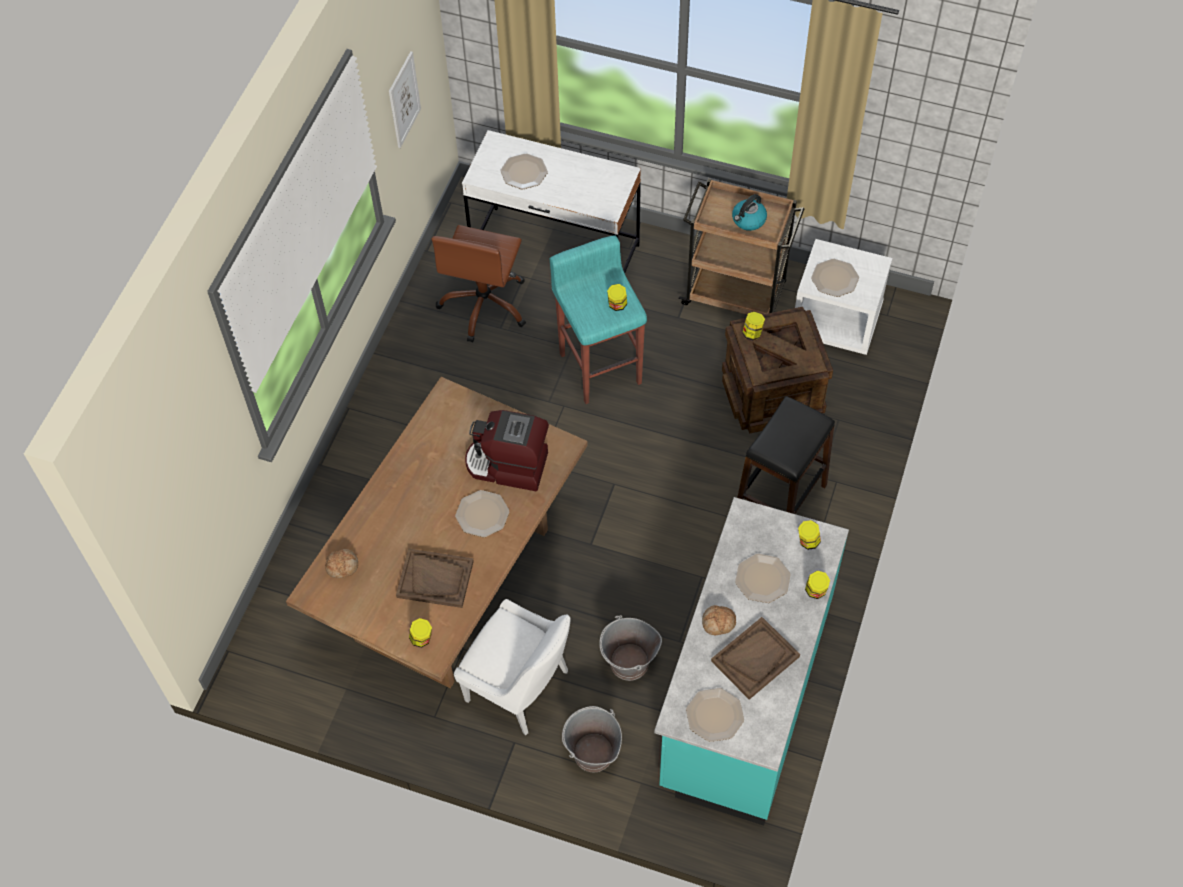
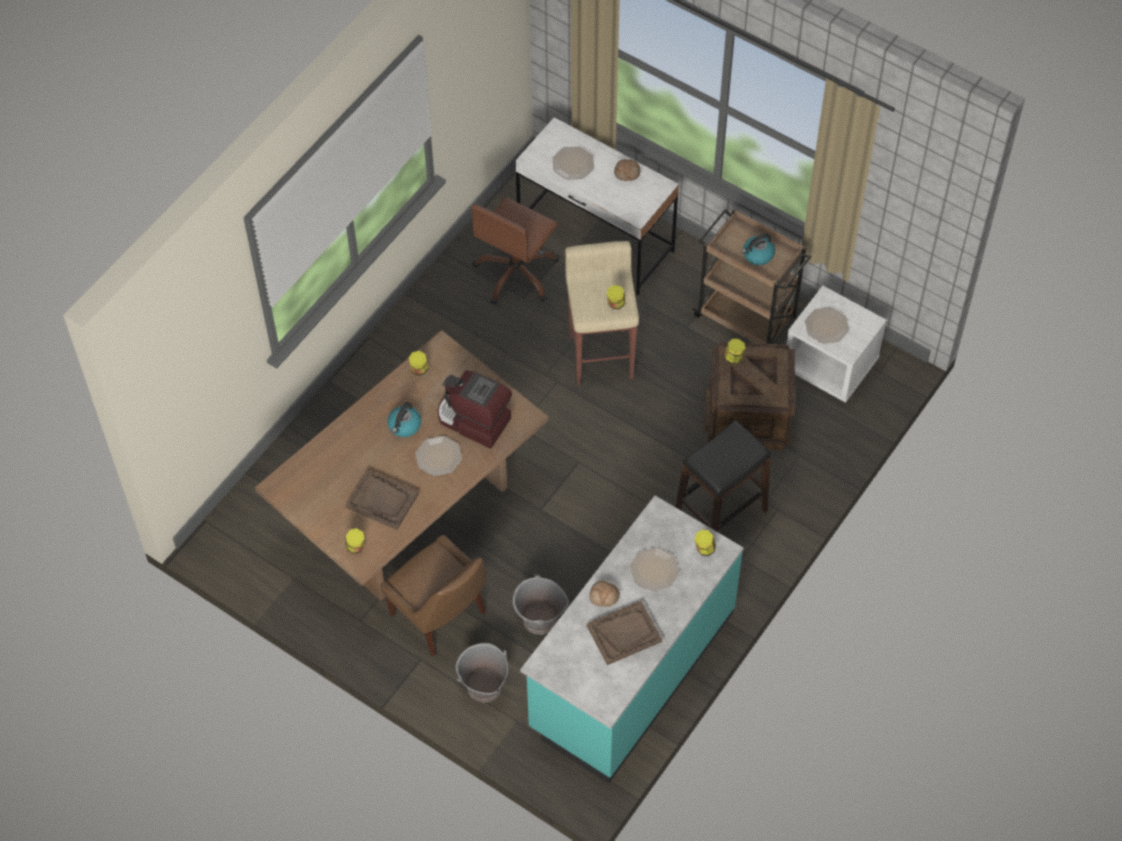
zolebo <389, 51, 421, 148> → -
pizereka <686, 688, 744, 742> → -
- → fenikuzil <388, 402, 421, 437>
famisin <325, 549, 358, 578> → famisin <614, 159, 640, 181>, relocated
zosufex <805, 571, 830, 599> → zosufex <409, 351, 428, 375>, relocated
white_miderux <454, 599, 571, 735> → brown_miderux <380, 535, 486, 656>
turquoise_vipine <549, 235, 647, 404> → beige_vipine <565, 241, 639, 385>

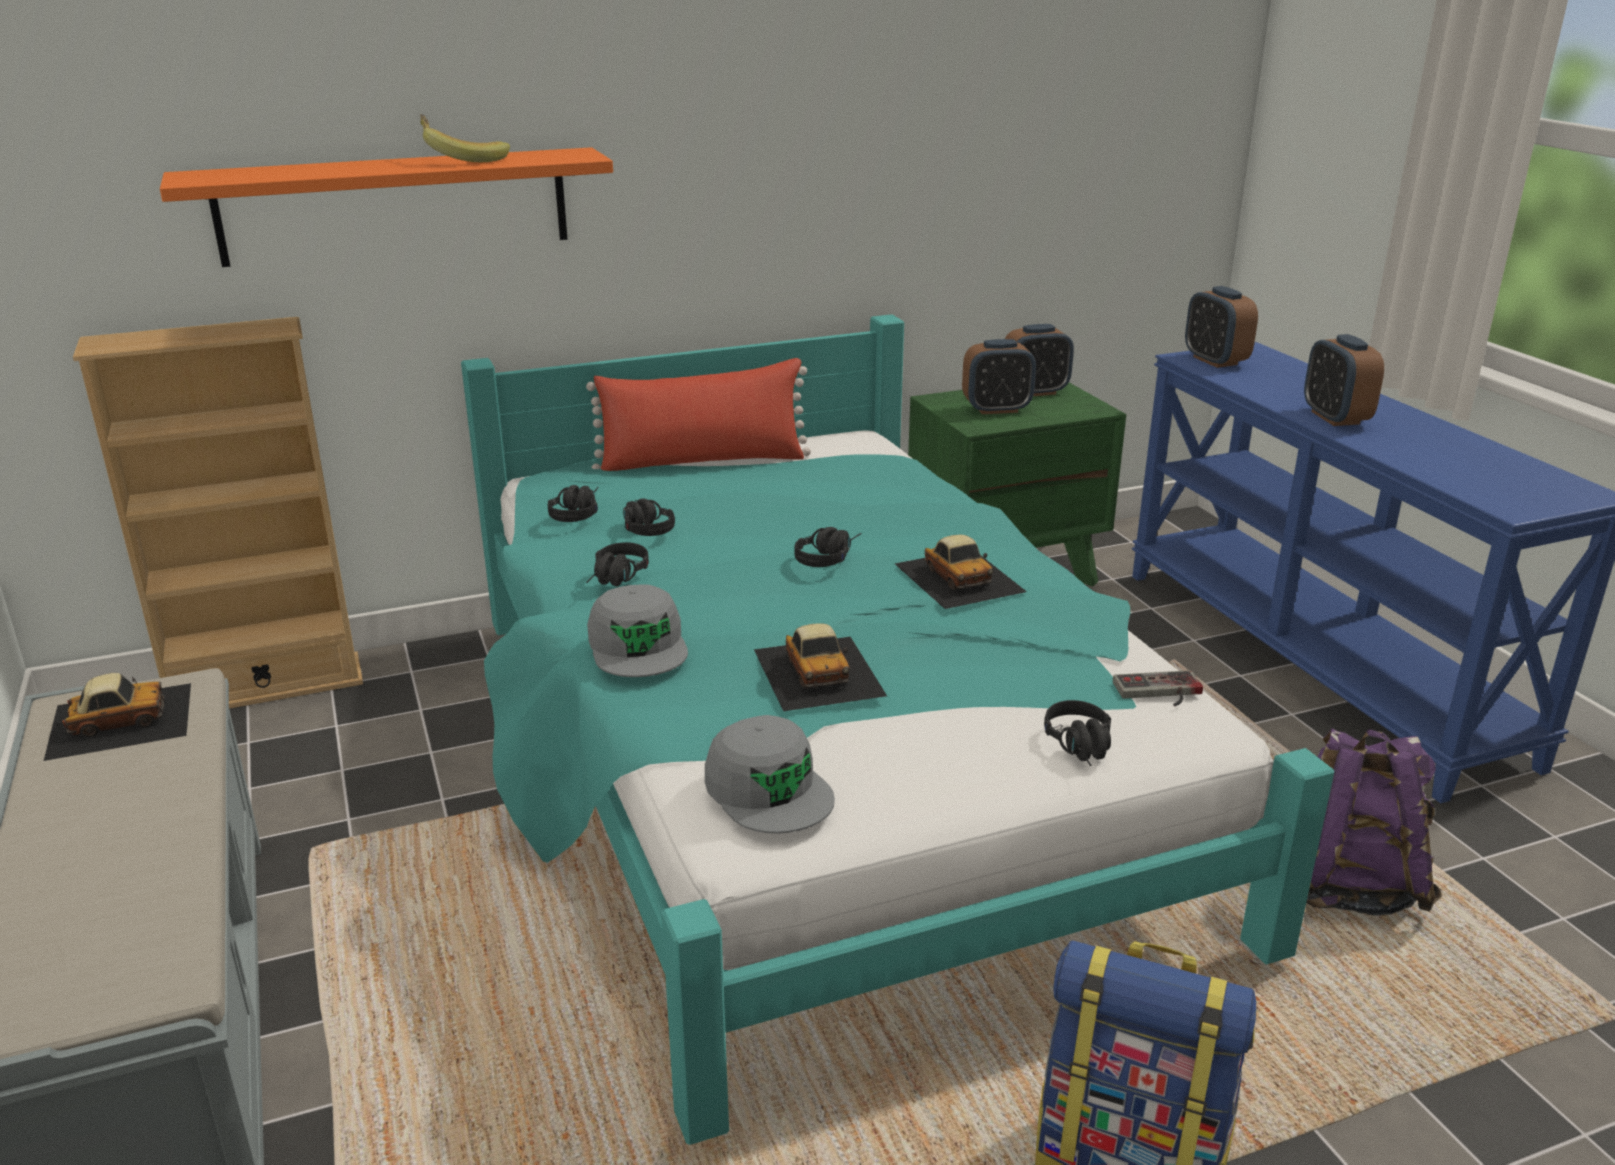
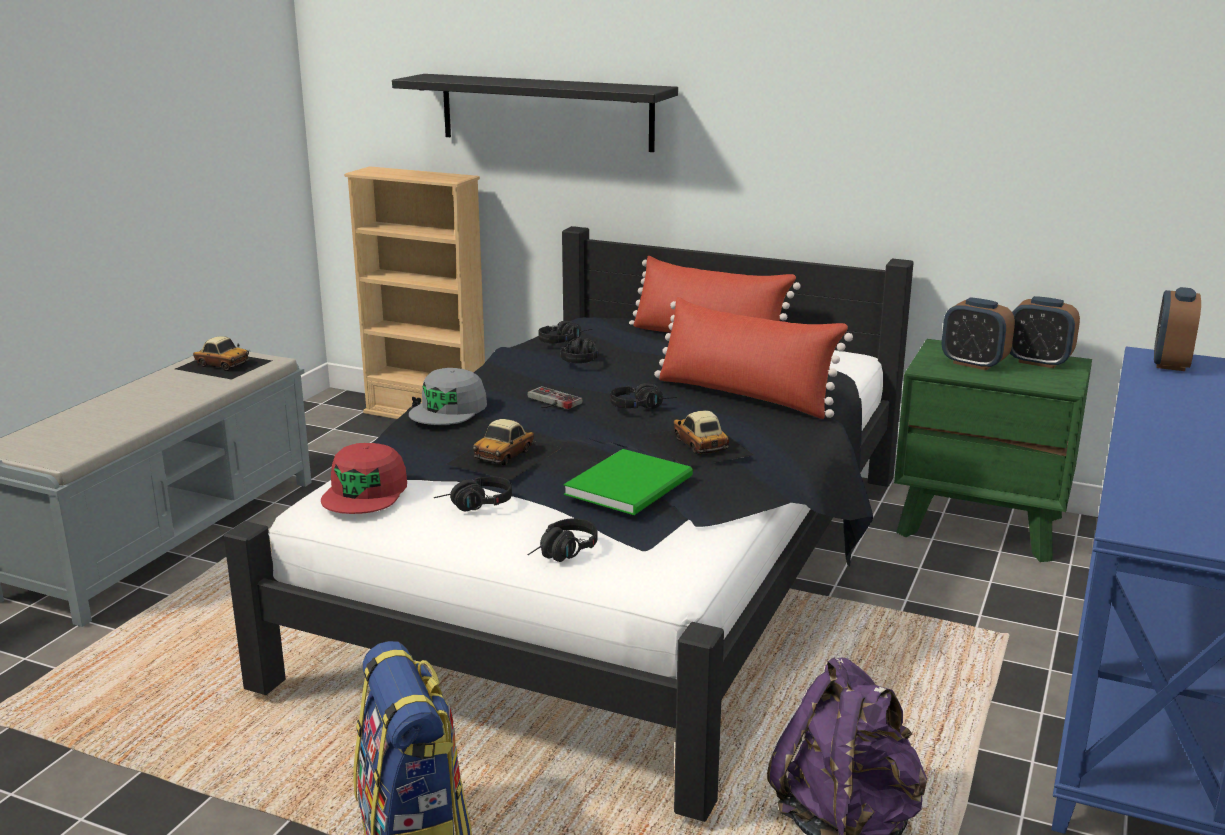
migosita <420, 114, 510, 162> → -
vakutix <1304, 334, 1384, 426> → -
- → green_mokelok <564, 449, 693, 515>
- → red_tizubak <654, 297, 853, 419>
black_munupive <586, 542, 649, 586> → black_munupive <434, 476, 512, 511>, relocated
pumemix <1113, 670, 1203, 706> → pumemix <527, 386, 582, 409>, relocated
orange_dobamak <160, 147, 613, 267> → black_dobamak <392, 74, 678, 152>
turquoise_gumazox <461, 314, 1334, 1145> → black_gumazox <224, 226, 914, 822>
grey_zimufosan <705, 715, 835, 834> → red_zimufosan <321, 443, 407, 514>
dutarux <895, 535, 1027, 609> → dutarux <646, 410, 753, 466>, 135 degrees clockwise

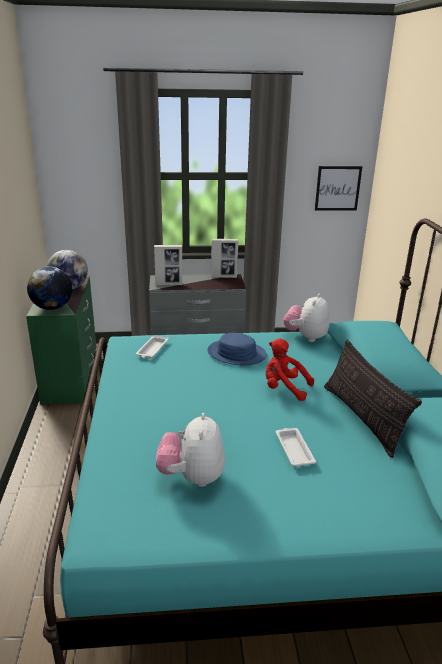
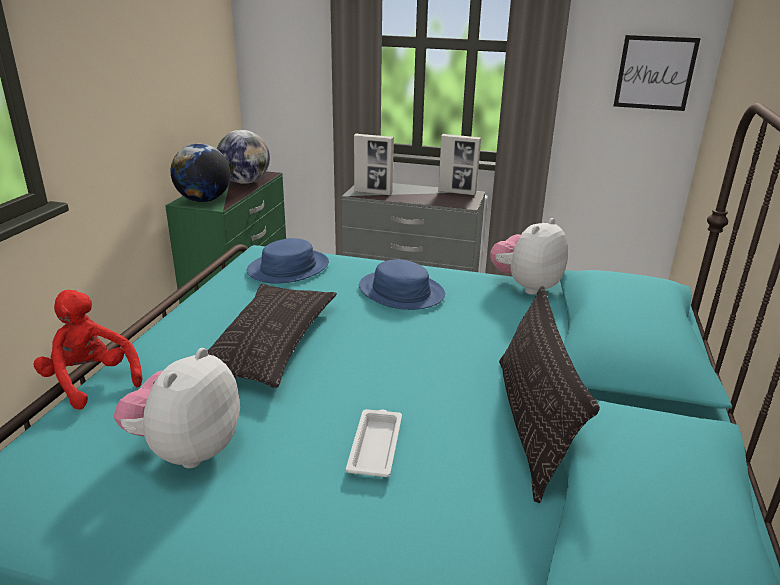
- → tizubak <208, 284, 337, 388>
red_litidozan <266, 339, 314, 401> → red_litidozan <34, 290, 142, 410>, relocated
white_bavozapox <136, 335, 169, 358> → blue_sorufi <247, 238, 329, 284>

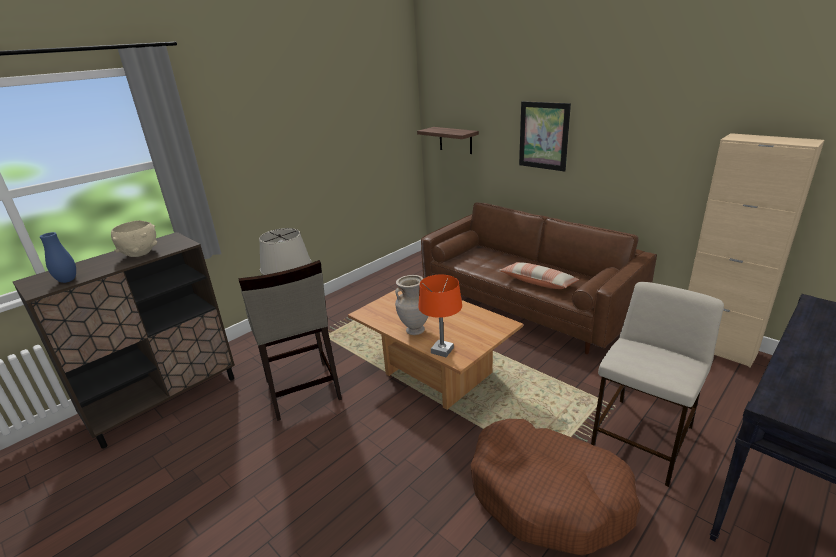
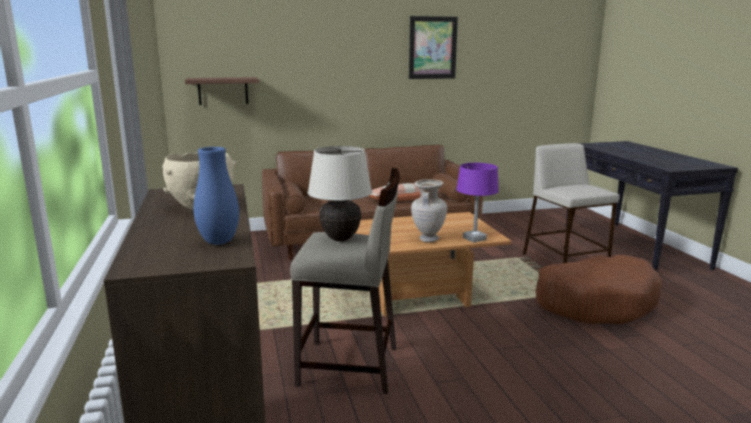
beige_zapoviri <688, 133, 824, 368> → -
zolebo <519, 101, 571, 172> → zolebo <409, 16, 458, 79>, relocated
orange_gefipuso <418, 274, 462, 357> → purple_gefipuso <456, 163, 499, 243>

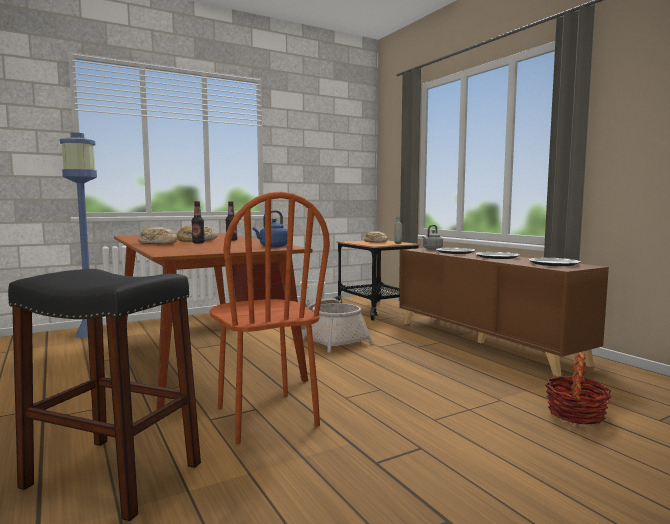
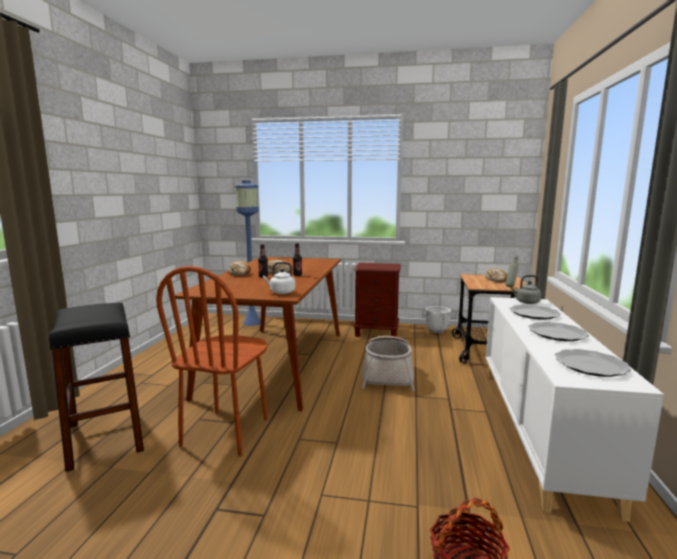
blue_fenikuzil <252, 210, 288, 248> → white_fenikuzil <263, 262, 295, 294>
brown_zapoviri <399, 248, 609, 377> → white_zapoviri <486, 297, 664, 522>

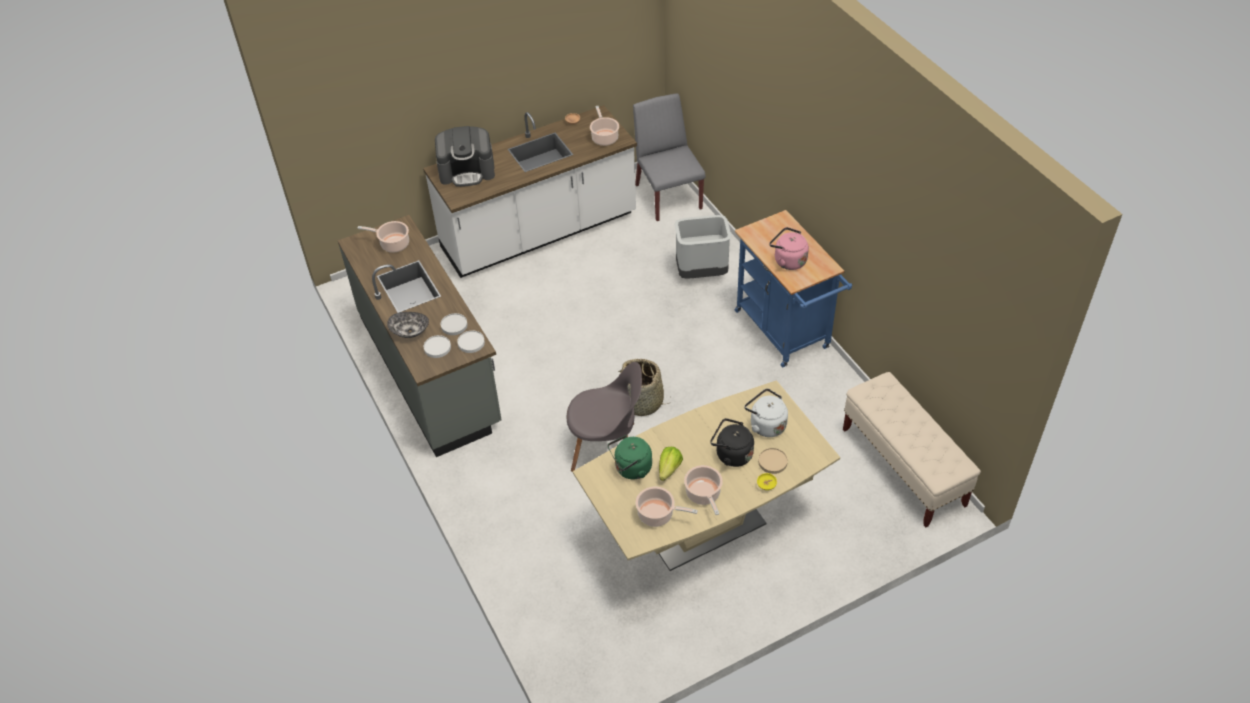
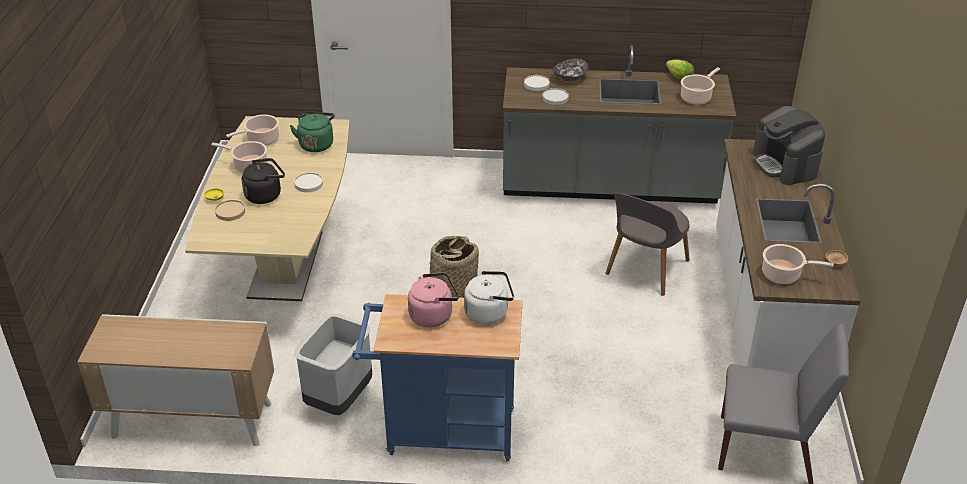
white_pizereka <457, 331, 485, 353> → white_pizereka <294, 173, 323, 192>, relocated
grey_miderux <567, 362, 642, 472> → grey_miderux <605, 193, 690, 296>, relocated
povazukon <659, 447, 683, 481> → povazukon <666, 59, 694, 81>, relocated
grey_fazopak <674, 215, 731, 278> → grey_fazopak <294, 314, 372, 415>, relocated
white_fenikuzil <744, 388, 788, 437> → white_fenikuzil <464, 271, 514, 325>, relocated
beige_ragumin <843, 372, 981, 527> → zapoviri <78, 314, 274, 446>
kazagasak <435, 126, 495, 187> → kazagasak <753, 106, 825, 185>, 45 degrees counterclockwise

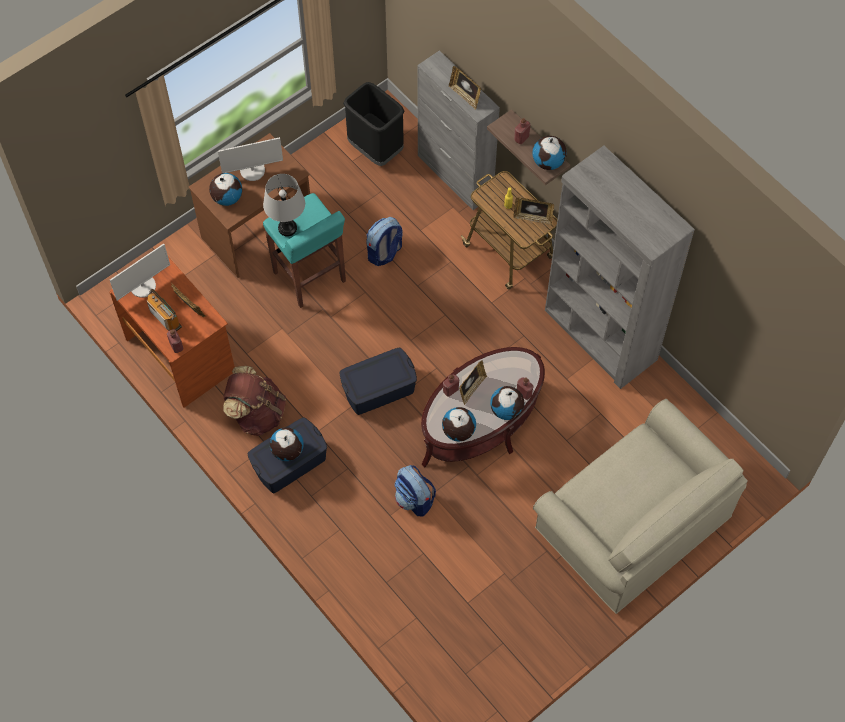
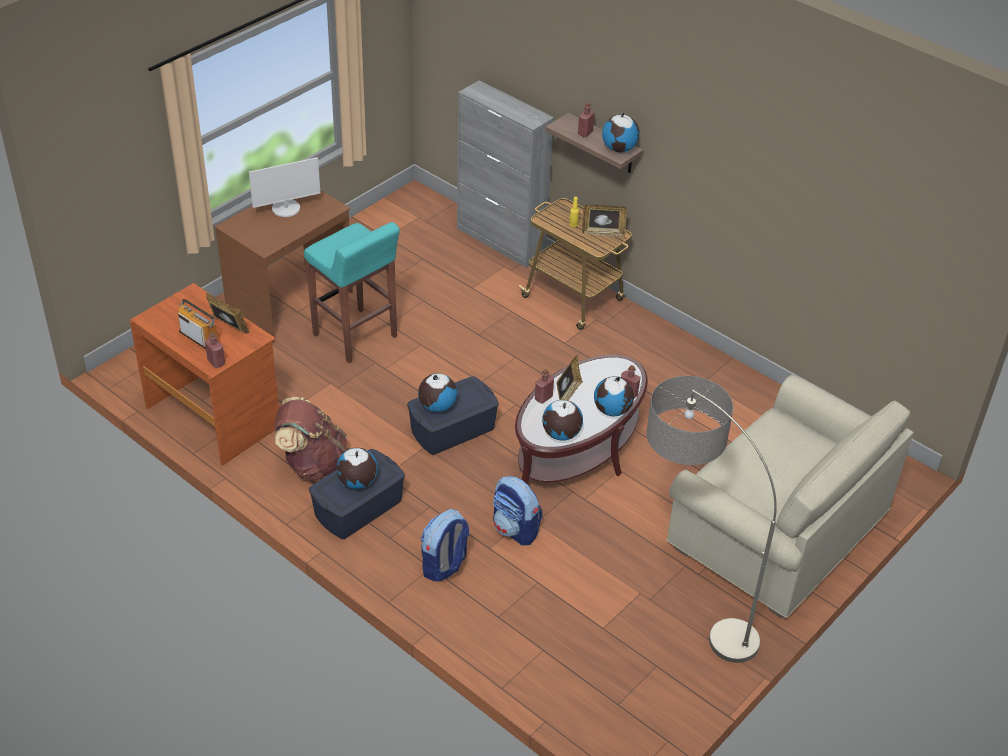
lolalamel <110, 244, 170, 301> → -
grey_gefipuso <263, 174, 305, 236> → -
black_fazopak <343, 82, 405, 166> → -
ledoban <449, 66, 481, 110> → -
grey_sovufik <545, 146, 695, 389> → -
- → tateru <647, 376, 777, 663>
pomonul <209, 173, 242, 206> → pomonul <418, 373, 457, 412>, relocated
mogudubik <366, 217, 403, 266> → mogudubik <421, 509, 469, 582>, relocated

